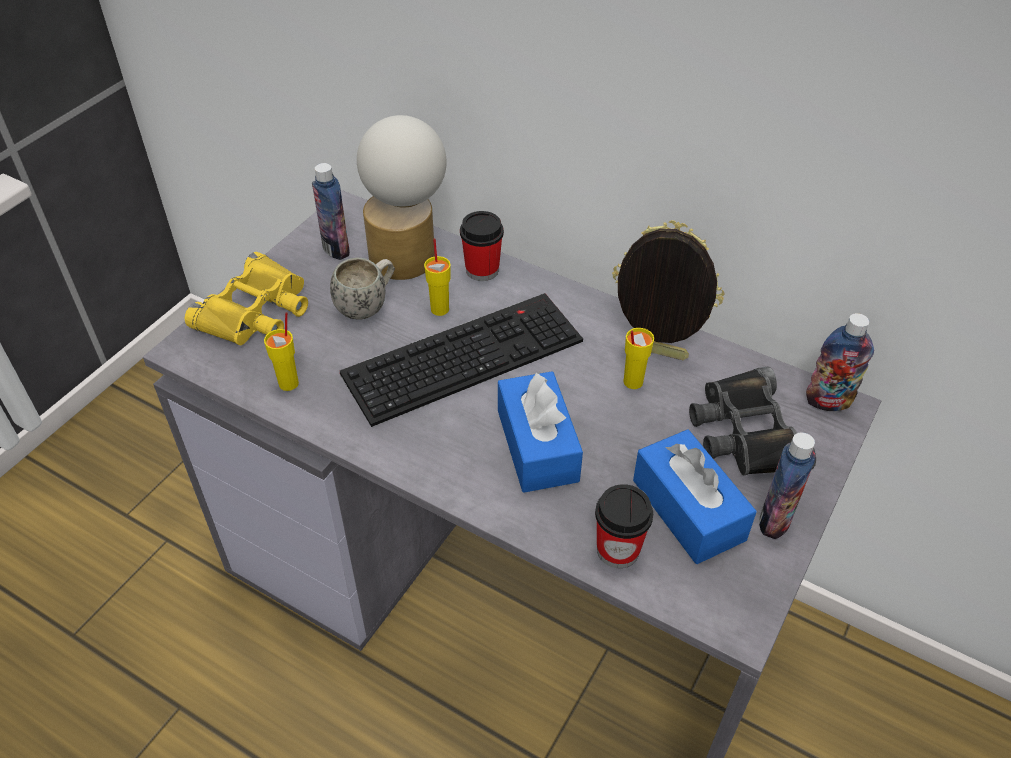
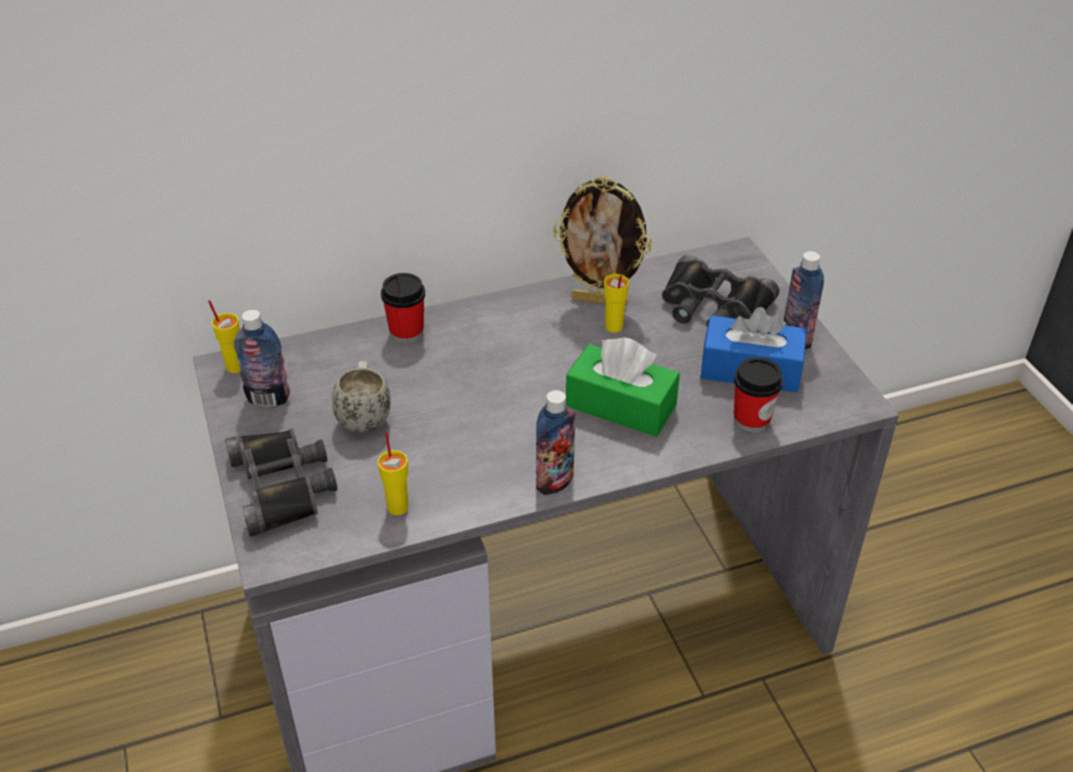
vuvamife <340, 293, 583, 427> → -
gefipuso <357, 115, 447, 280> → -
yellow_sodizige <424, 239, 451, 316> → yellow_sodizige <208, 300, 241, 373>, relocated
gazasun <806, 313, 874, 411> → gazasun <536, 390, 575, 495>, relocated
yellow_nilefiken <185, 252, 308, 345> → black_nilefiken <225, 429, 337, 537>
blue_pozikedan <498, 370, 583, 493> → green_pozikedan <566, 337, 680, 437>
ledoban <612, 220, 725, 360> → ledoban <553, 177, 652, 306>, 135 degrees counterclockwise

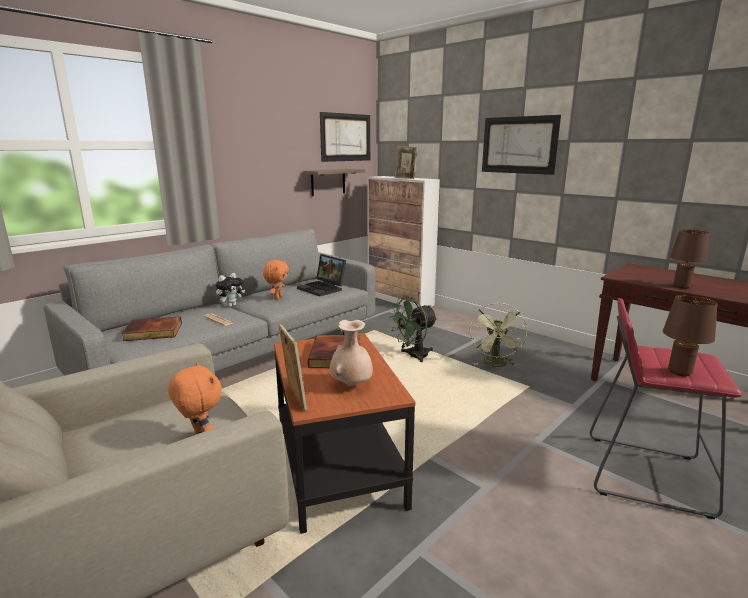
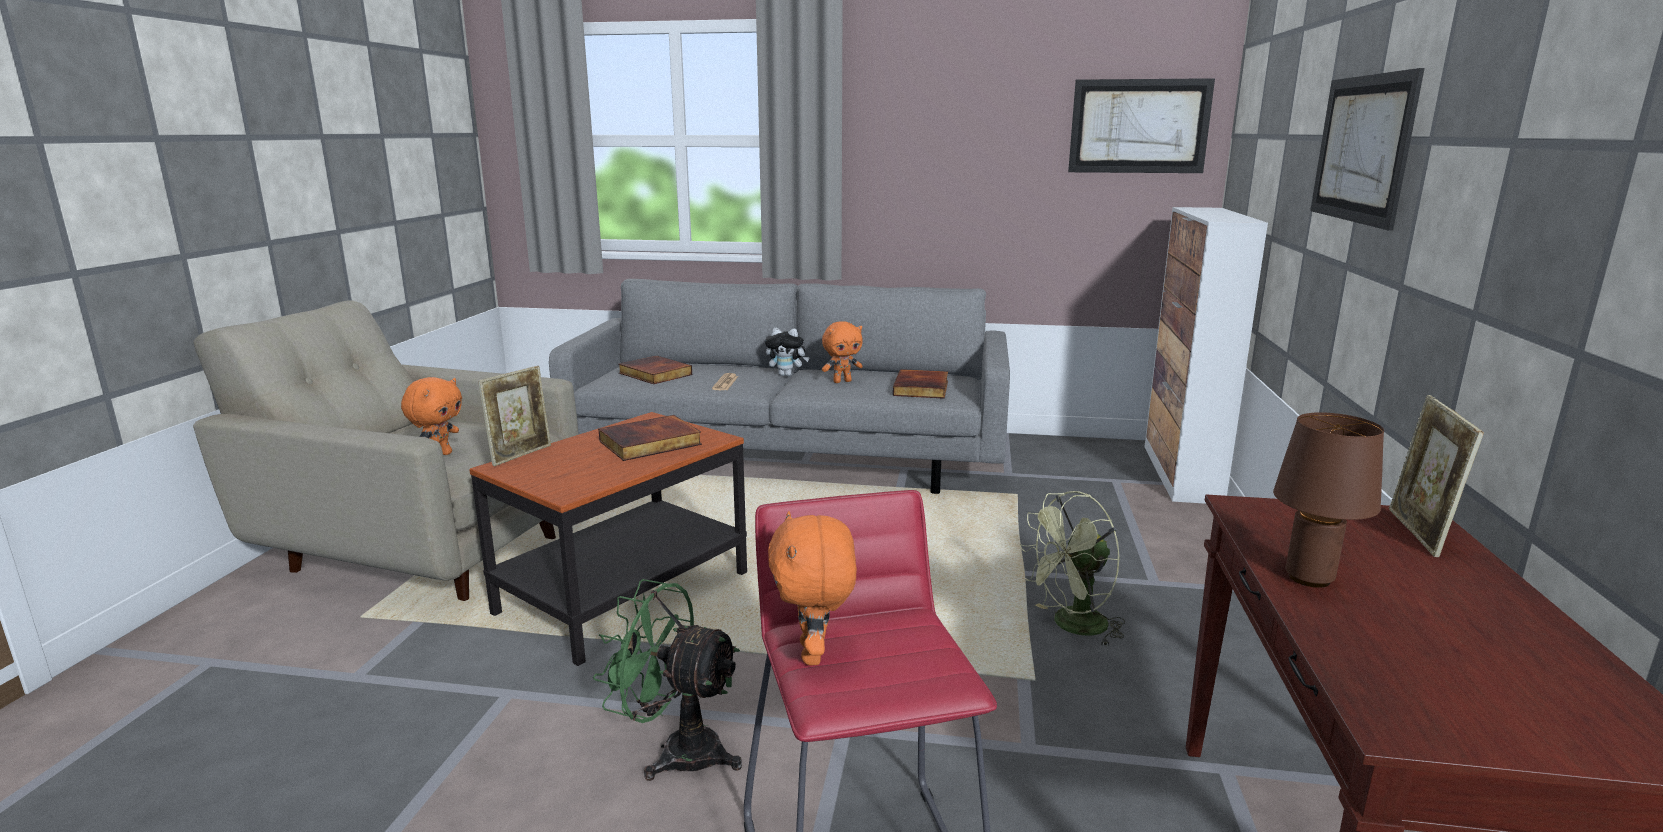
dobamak <303, 169, 365, 196> → -
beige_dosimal <330, 320, 373, 386> → -
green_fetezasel <388, 297, 438, 362> → green_fetezasel <593, 579, 742, 781>, relocated
ledoban <395, 146, 417, 179> → ledoban <1389, 395, 1484, 557>, relocated
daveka <297, 254, 346, 296> → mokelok <893, 369, 948, 399>
brown_gefipuso <663, 295, 718, 376> → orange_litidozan <768, 511, 857, 665>

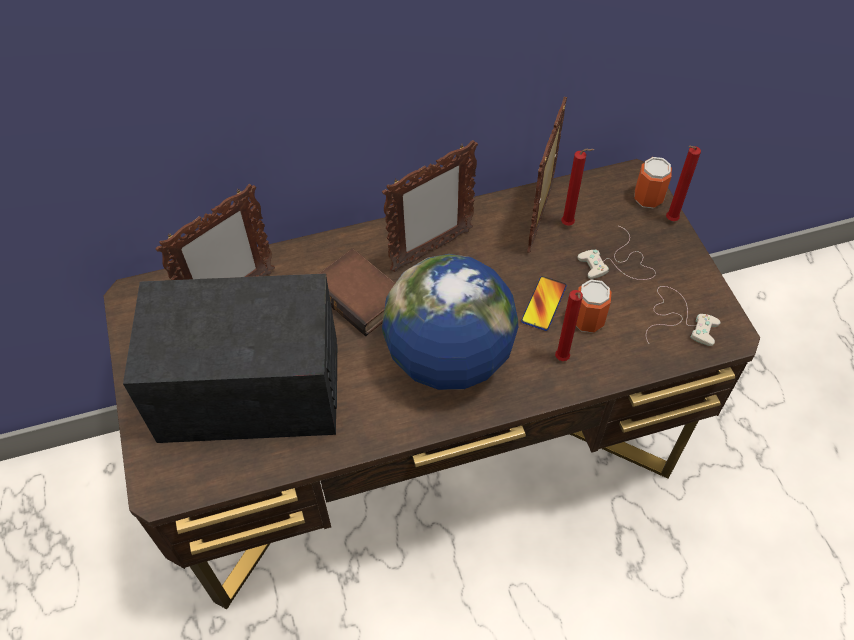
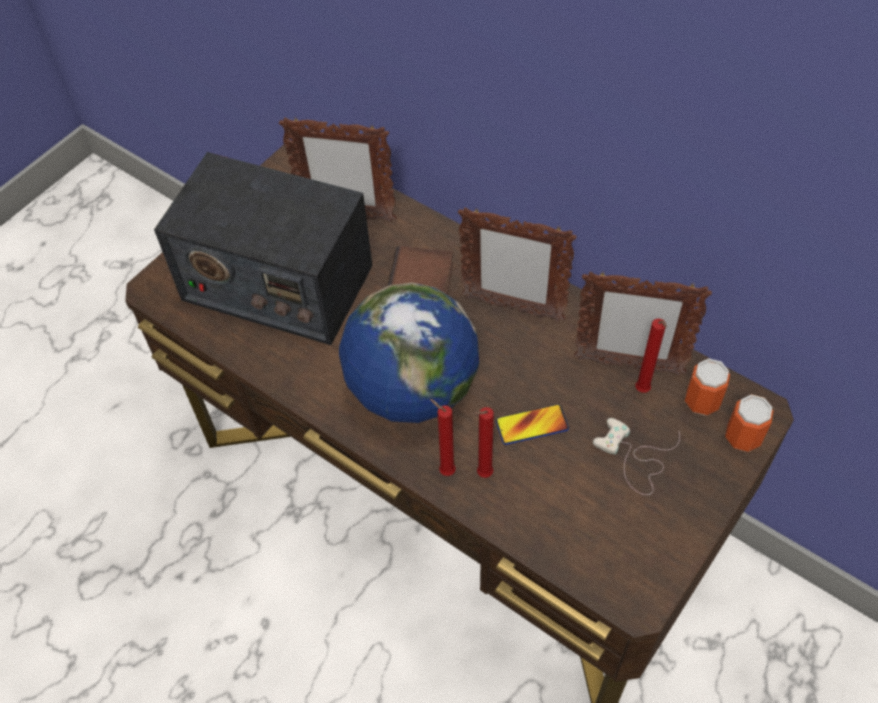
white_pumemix <646, 286, 721, 346> → -
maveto <576, 279, 611, 333> → maveto <685, 359, 730, 415>, relocated
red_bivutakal <666, 145, 701, 221> → red_bivutakal <430, 399, 456, 476>, relocated
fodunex <123, 274, 337, 443> → fodunex <154, 152, 372, 345>, 150 degrees clockwise
ledoban <527, 97, 567, 253> → ledoban <574, 271, 712, 375>, 150 degrees counterclockwise

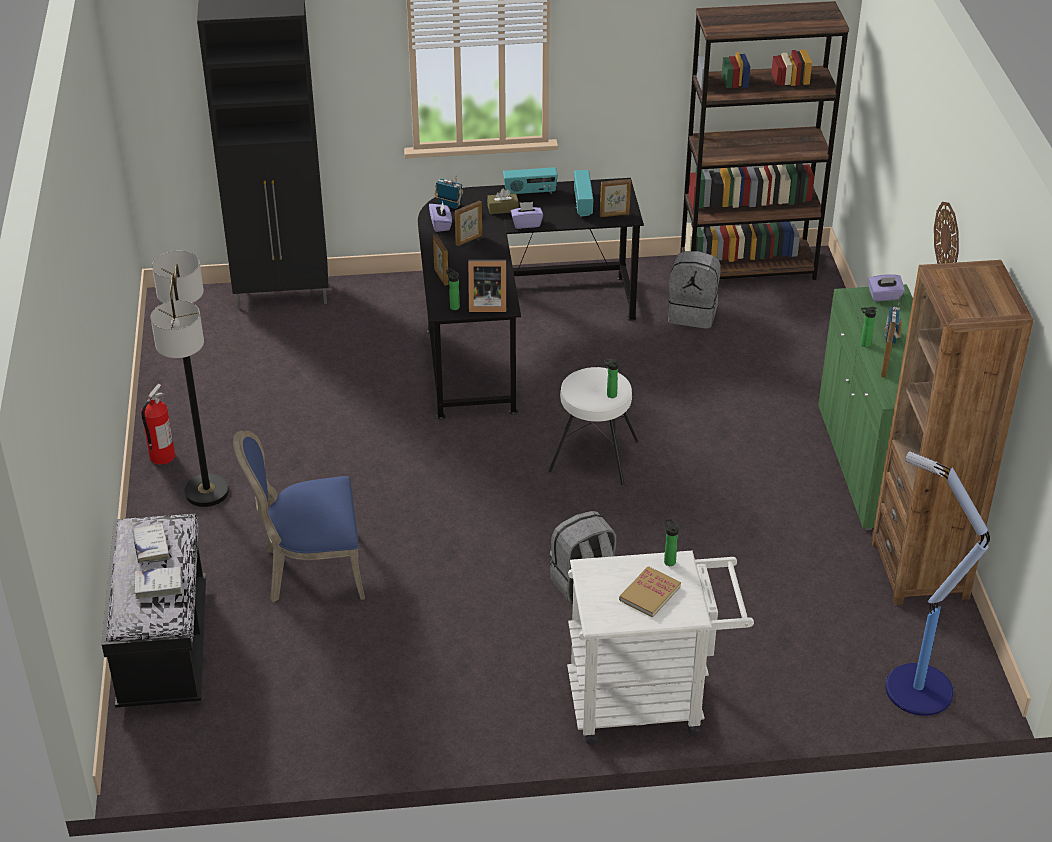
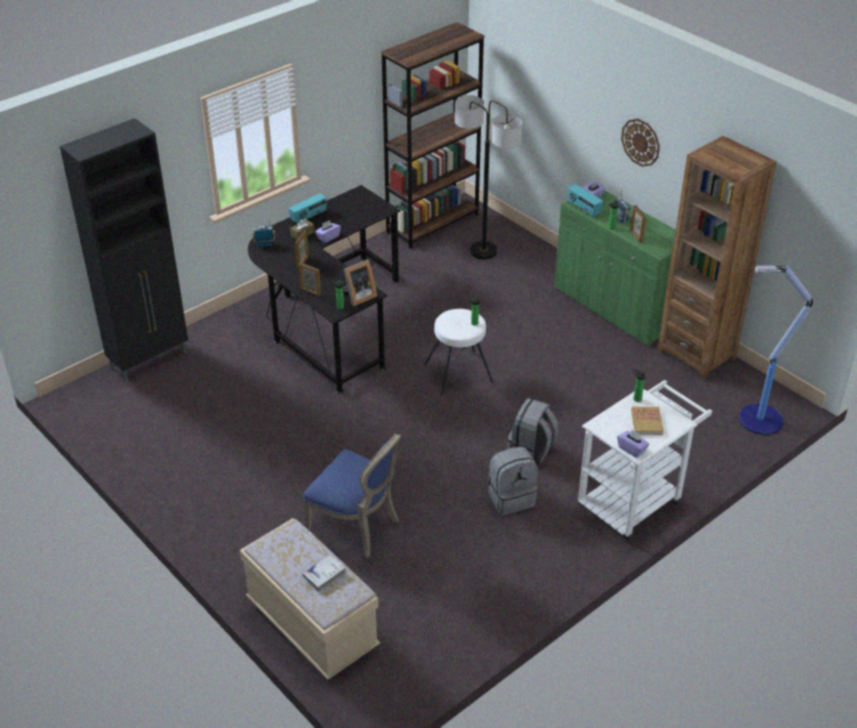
white_mokelok <133, 523, 170, 564> → -
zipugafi <141, 384, 175, 465> → -
ledoban <600, 179, 631, 217> → -
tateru <151, 251, 229, 507> → tateru <455, 95, 523, 259>, relocated
purple_pozikedan <429, 202, 452, 232> → purple_pozikedan <617, 430, 649, 458>, relocated
fodunex <574, 170, 593, 217> → fodunex <568, 184, 604, 217>, relocated
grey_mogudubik <667, 251, 721, 329> → grey_mogudubik <488, 447, 538, 515>, relocated
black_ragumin <102, 513, 206, 707> → beige_ragumin <240, 518, 380, 680>
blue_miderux <233, 431, 365, 602> → blue_miderux <302, 433, 401, 558>, 105 degrees counterclockwise

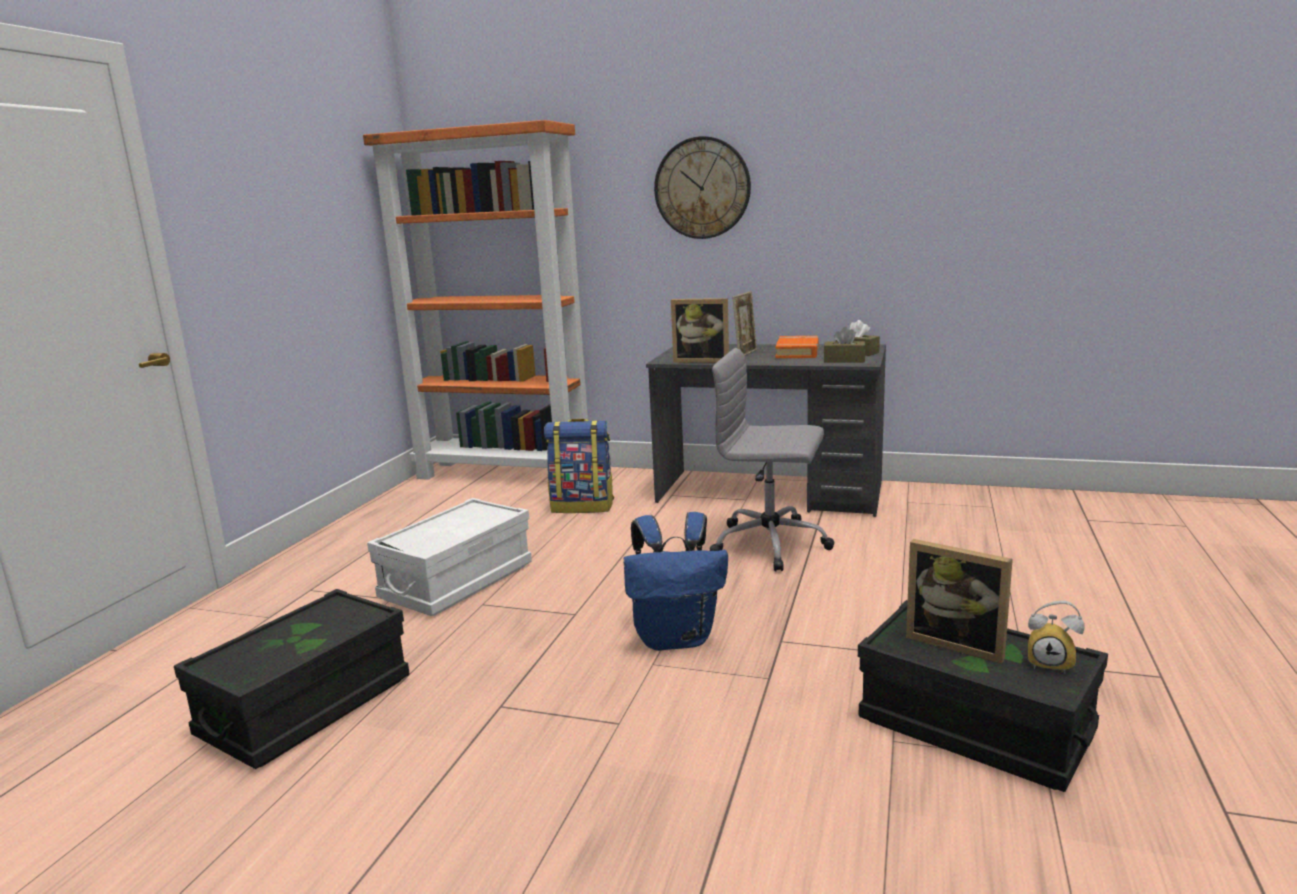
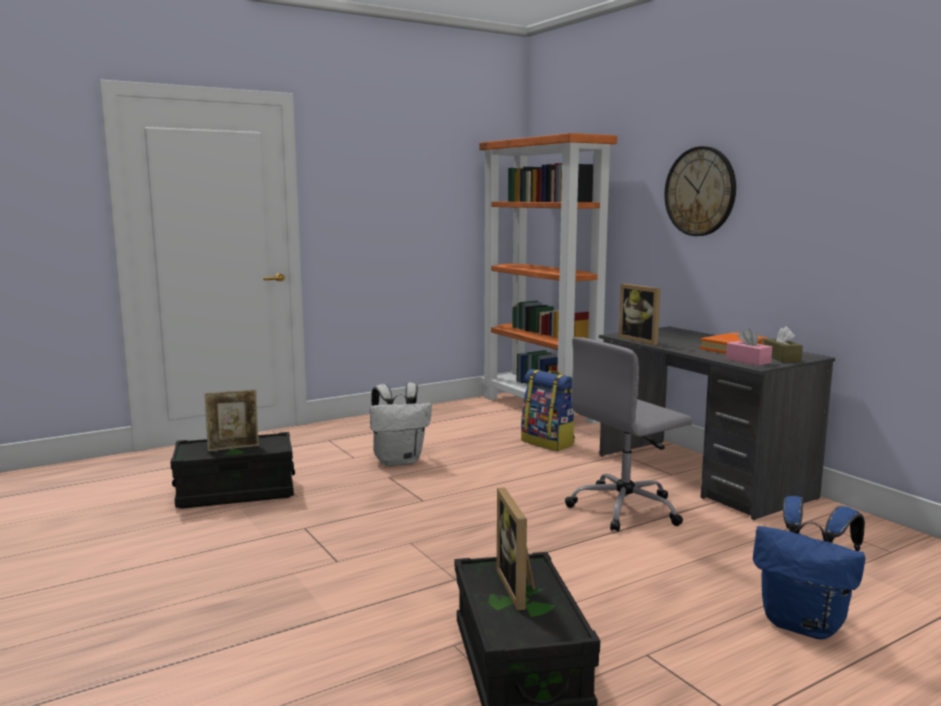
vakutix <1028, 601, 1084, 674> → -
blue_mogudubik <624, 512, 728, 651> → blue_mogudubik <753, 496, 865, 639>, relocated
ledoban <733, 291, 757, 356> → ledoban <205, 389, 259, 452>, relocated
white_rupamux <367, 498, 532, 616> → white_mogudubik <370, 382, 432, 466>
brown_pozikedan <824, 327, 866, 362> → pink_pozikedan <726, 329, 772, 366>
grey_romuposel <710, 348, 834, 572> → grey_romuposel <565, 337, 692, 532>, 90 degrees counterclockwise

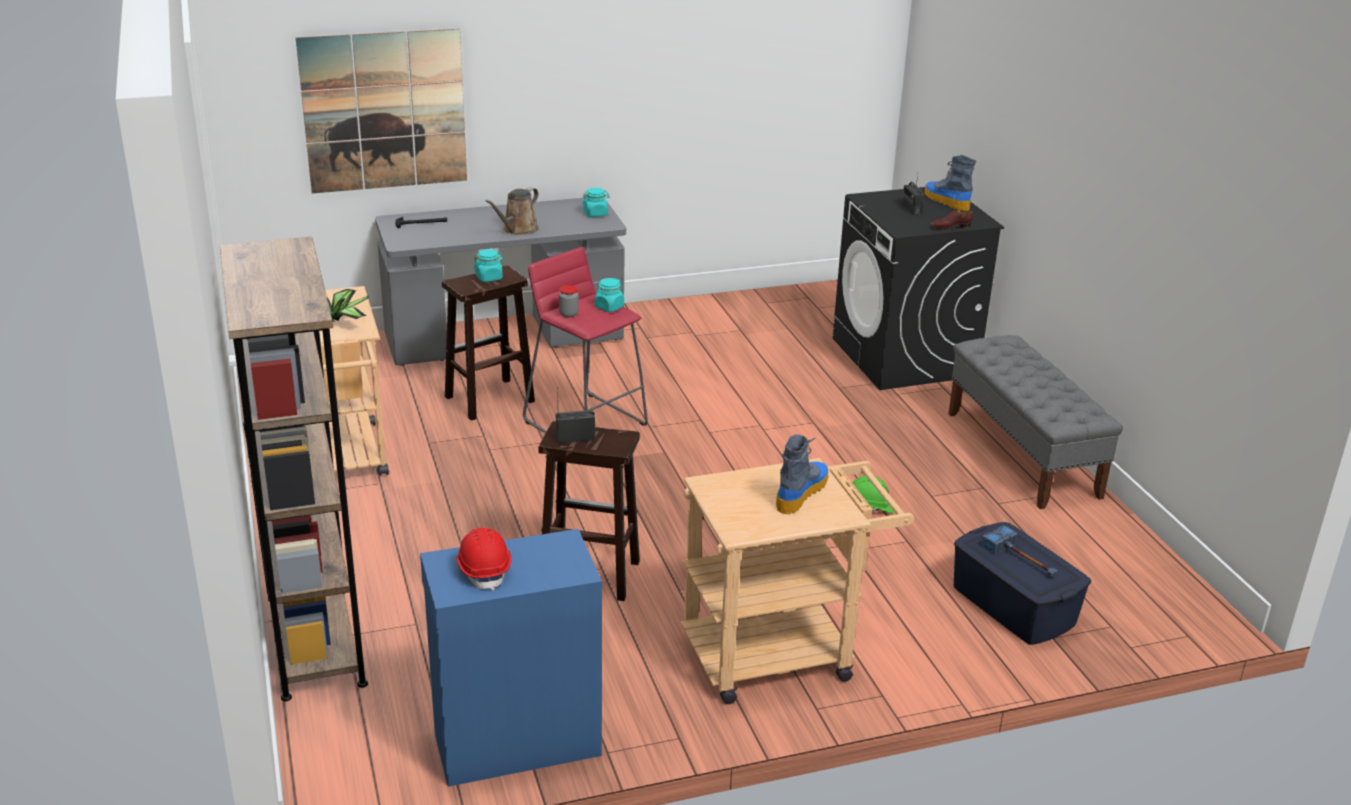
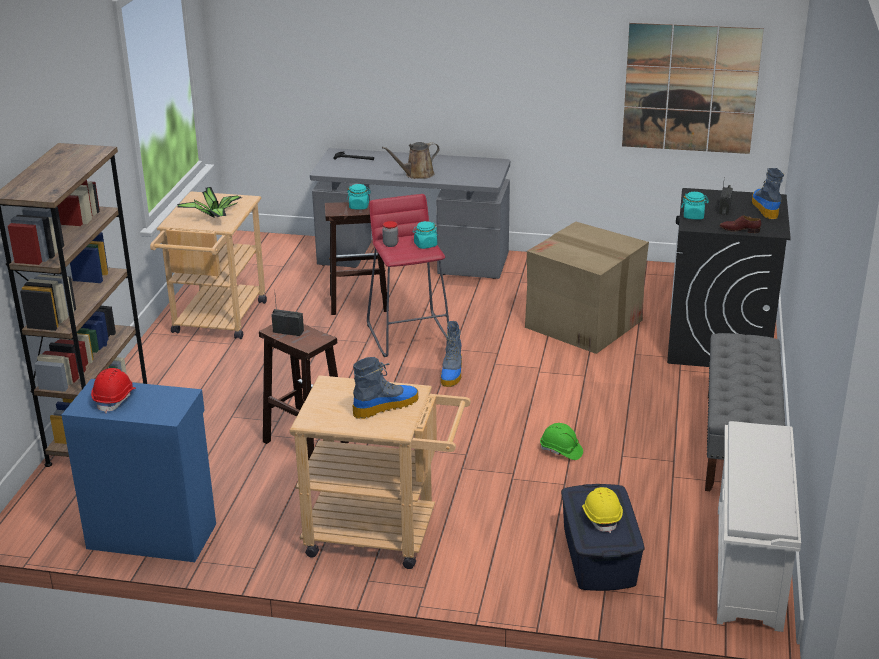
- → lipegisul <441, 321, 462, 387>
- → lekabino <525, 222, 649, 354>
- → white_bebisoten <717, 421, 801, 632>
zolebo <296, 29, 467, 193> → zolebo <622, 23, 764, 154>, relocated
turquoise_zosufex <582, 188, 610, 217> → turquoise_zosufex <681, 192, 709, 219>, relocated
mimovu <981, 525, 1058, 576> → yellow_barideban <582, 487, 623, 533>

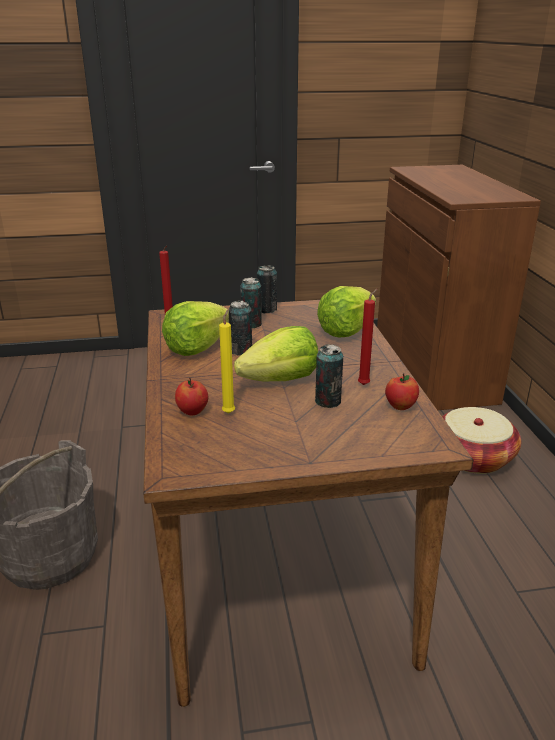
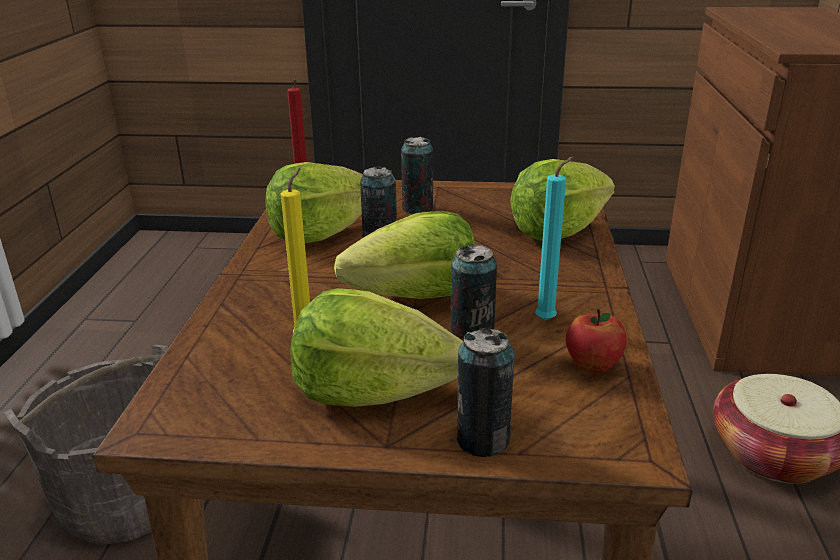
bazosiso <175, 377, 208, 415> → -
- → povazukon <290, 288, 463, 407>
maveto <257, 265, 277, 313> → maveto <457, 328, 514, 457>, relocated
red_bivutakal <358, 289, 377, 385> → turquoise_bivutakal <535, 156, 574, 321>

